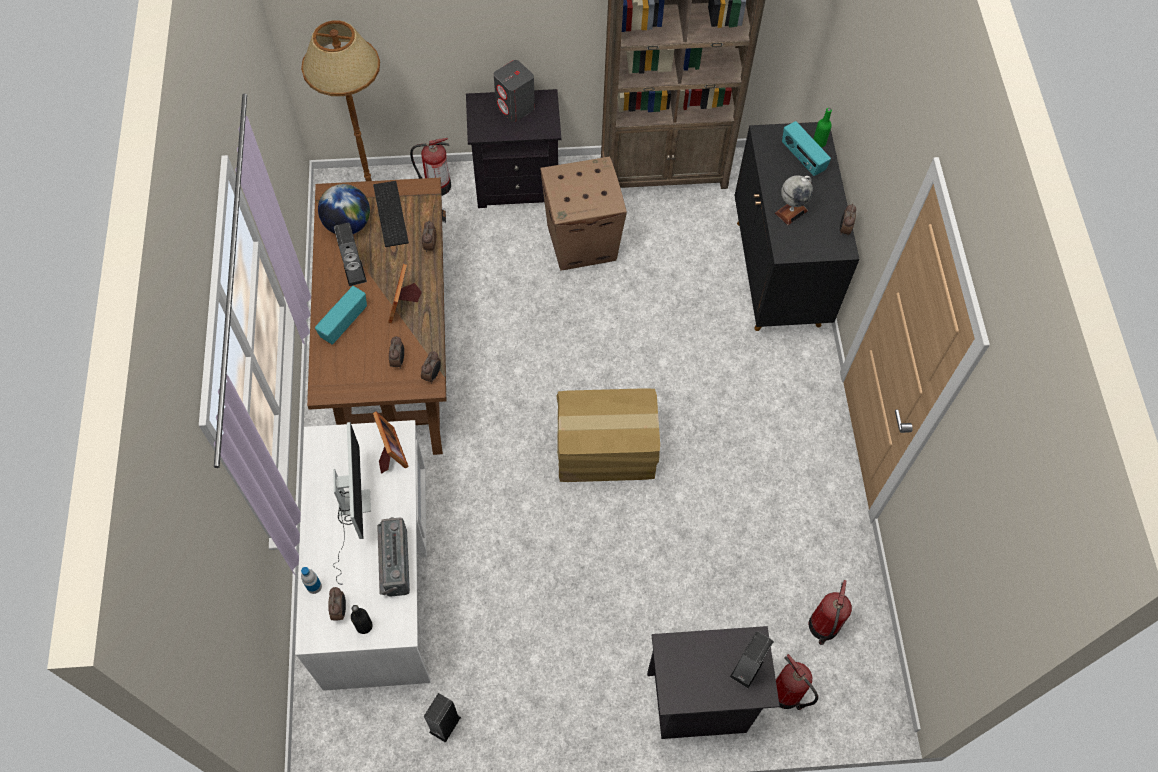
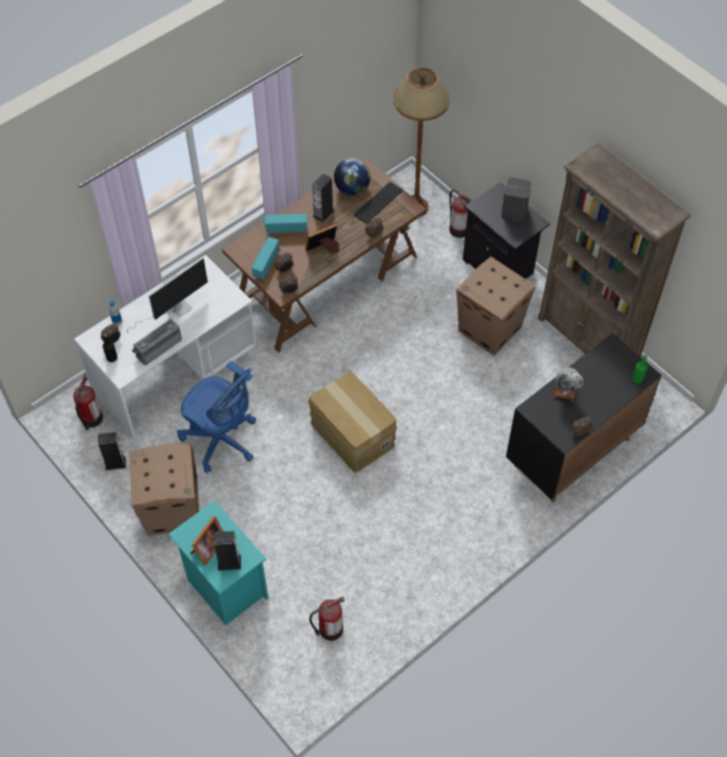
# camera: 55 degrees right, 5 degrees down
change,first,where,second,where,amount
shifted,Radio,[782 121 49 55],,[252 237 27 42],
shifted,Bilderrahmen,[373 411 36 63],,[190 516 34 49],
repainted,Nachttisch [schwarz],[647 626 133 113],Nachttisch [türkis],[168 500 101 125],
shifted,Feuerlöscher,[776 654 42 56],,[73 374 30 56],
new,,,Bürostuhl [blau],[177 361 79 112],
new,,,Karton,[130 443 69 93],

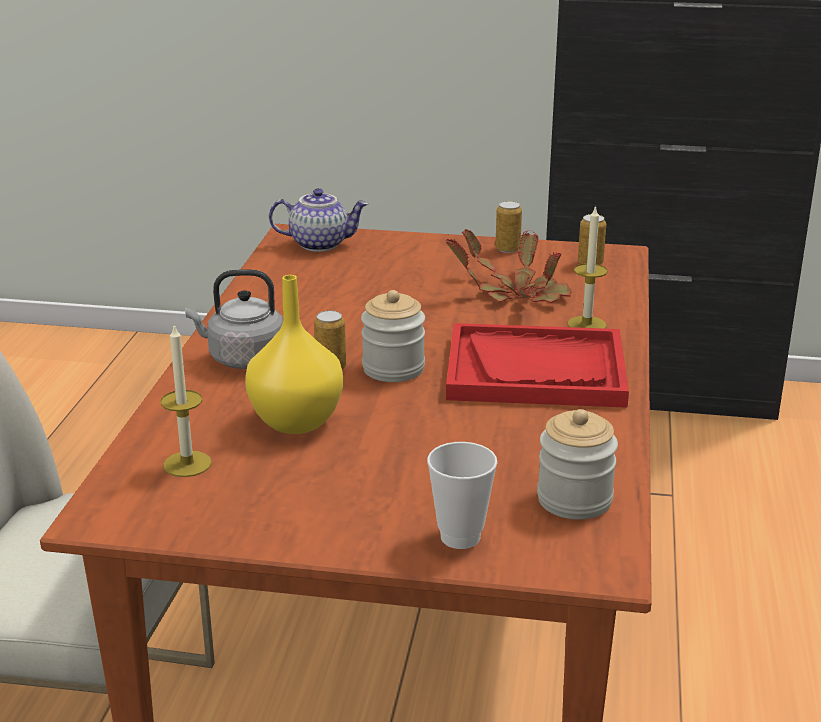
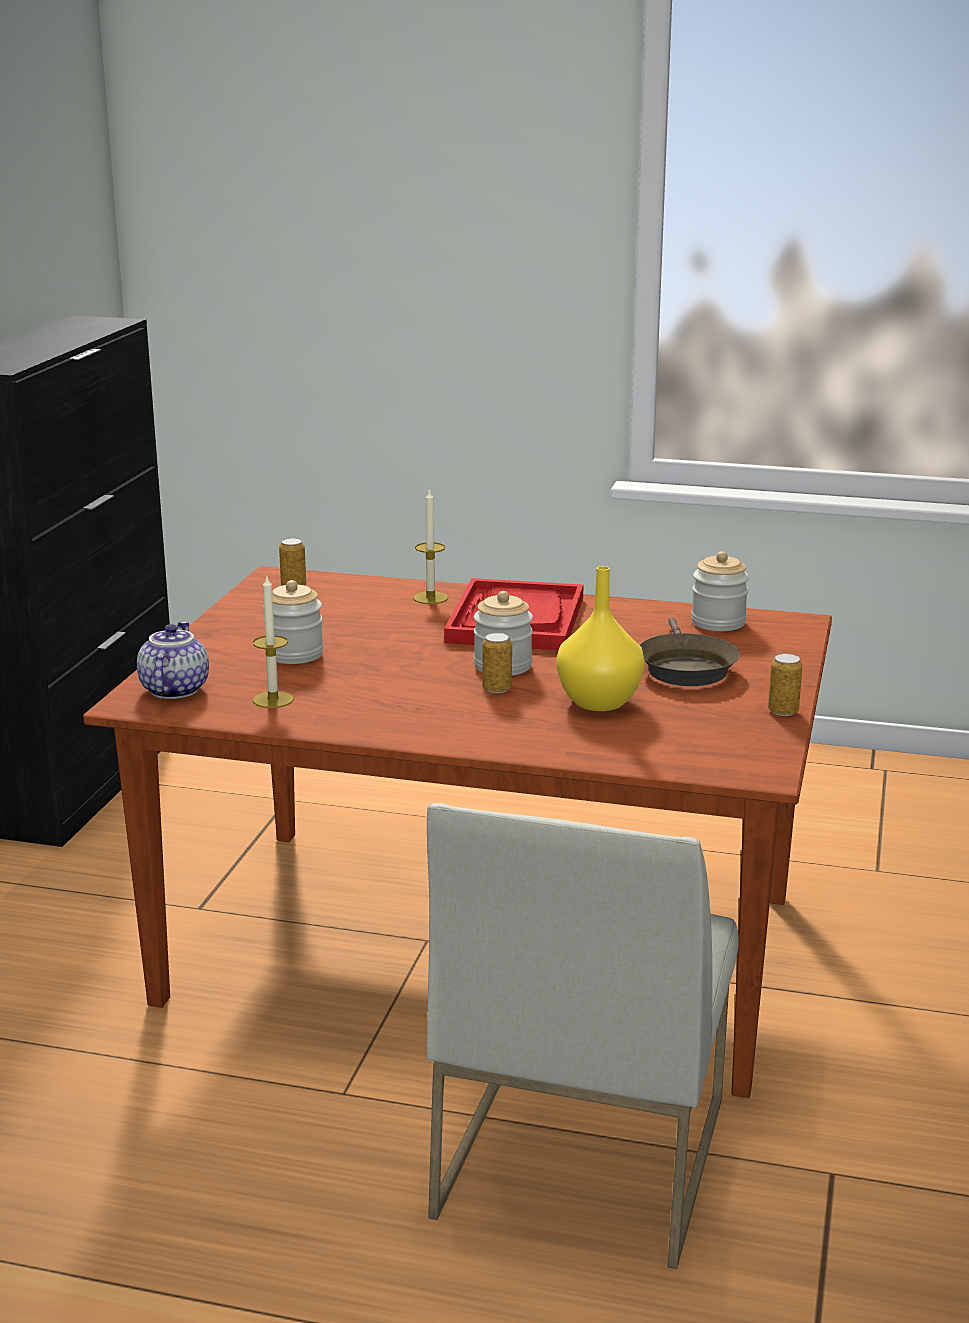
# camera: 85 degrees left, 5 degrees down
change,first,where,second,where,amount
shifted,Dose,[495 201 27 52],,[768 654 34 62],
gone,Topfpflanze,[446 229 126 74],,,
gone,Wasserkessel [grau],[185 269 98 100],,,
shifted,Kerze,[160 323 52 154],,[253 577 41 131],
gone,Tasse,[427 442 70 107],,,
new,,,Vorratsglas,[263 580 60 84],
new,,,Pfanne [braun],[640 617 100 69],

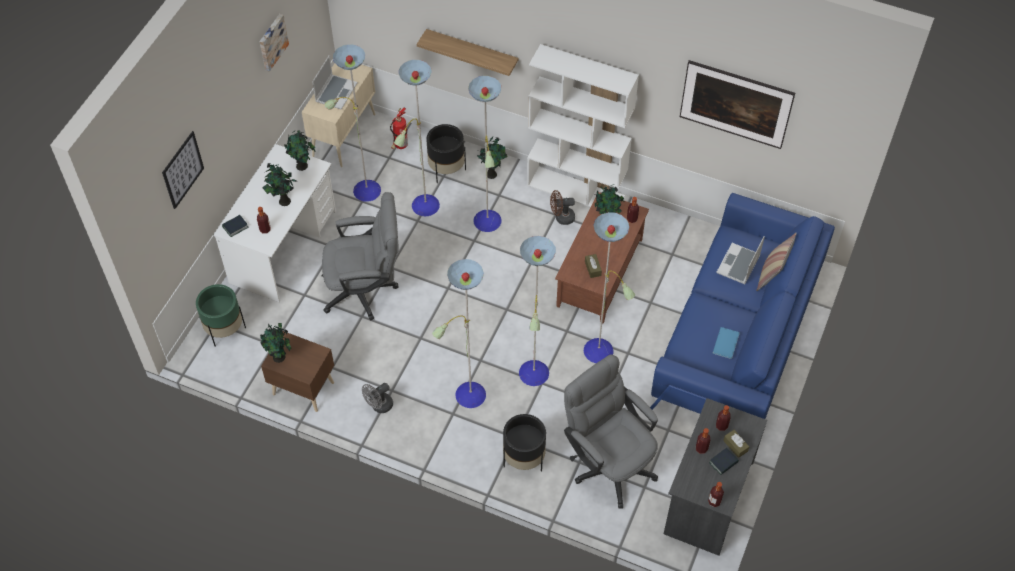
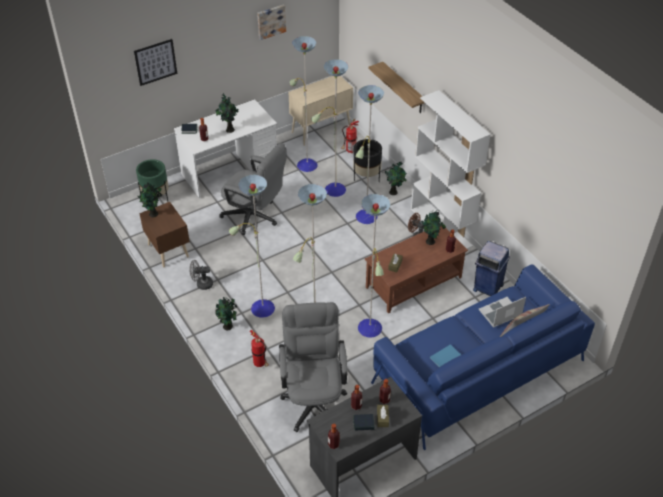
# camera: 35 degrees right, 10 degrees down
change,first,where,second,where,amount
gone,Laptop,[312 55 45 55],,,
gone,Bild,[680 60 115 89],,,
shifted,Topfpflanze,[284 130 31 41],,[215 297 23 33],
swapped,Pflanzkübel [schwarz],[503 414 43 58],Feuerlöscher,[250 330 19 37],
new,,,Mülleimer [blau],[473 241 37 55],

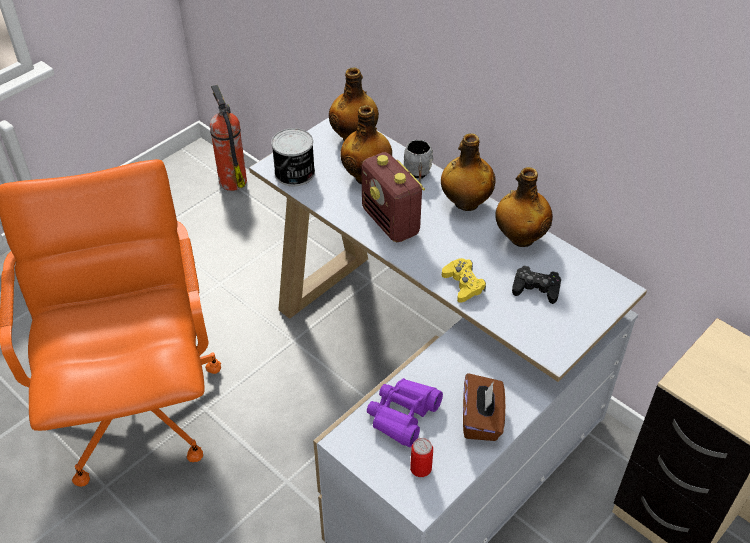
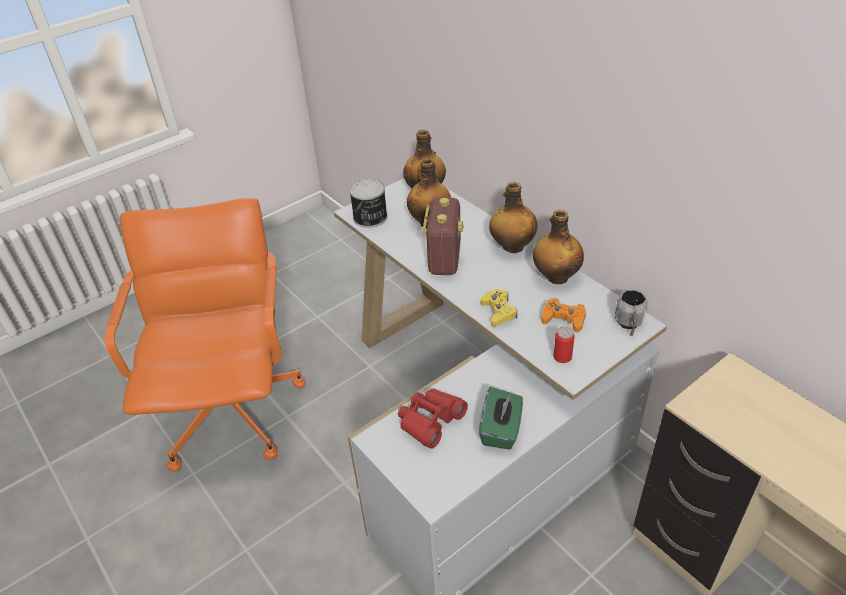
# camera: 10 degrees right, 5 degrees down
change,first,where,second,where,amount
gone,Feuerlöscher,[210 85 37 106],,,
shifted,Henkelbecher [grau],[404 140 29 43],,[614 290 34 46],
rotated,Radio,[361 152 64 90],,[422 197 42 78],150 degrees counterclockwise
repainted,Gamepad [schwarz],[512 266 49 38],Gamepad [orange],[541 298 45 35],
repainted,Taschentuchbox [braun],[463 373 42 68],Taschentuchbox [grün],[479 387 44 62],
repainted,Fernglas [lila],[367 378 76 69],Fernglas [rot],[398 389 70 59],
shifted,Dose,[410 438 23 39],,[553 327 21 36],

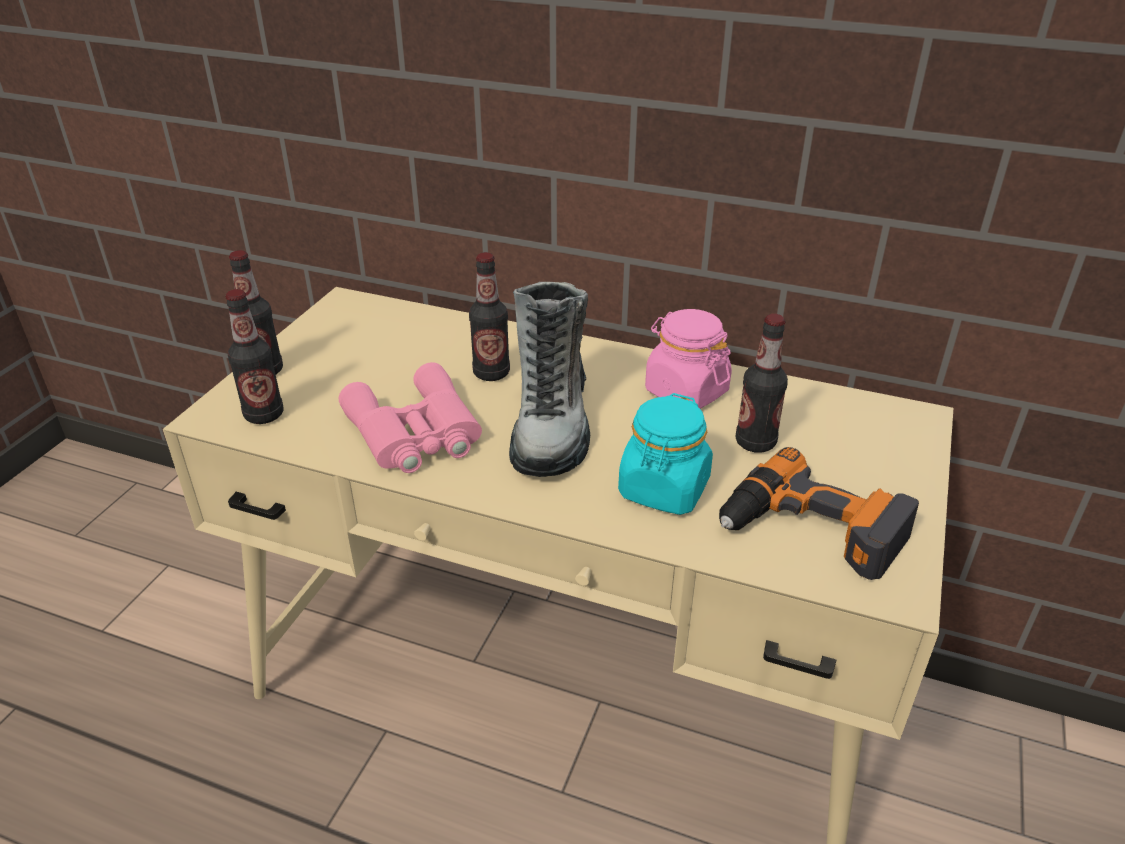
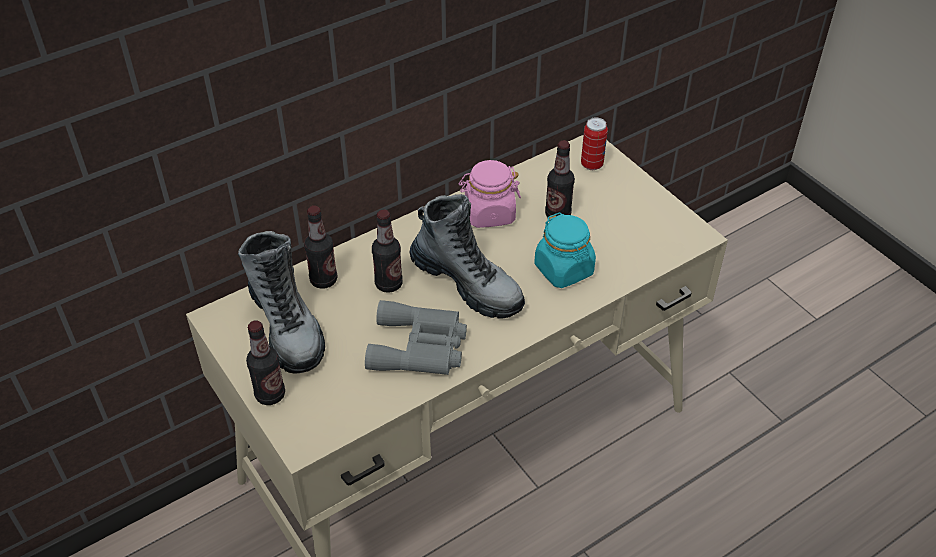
# camera: 55 degrees left, 10 degrees up
change,first,where,second,where,amount
shifted,Flasche,[225 289 59 135],,[304 206 33 83],
repainted,Fernglas [rosa],[339 362 143 111],Fernglas [grau],[365 300 102 75],
gone,Bohrmaschine,[719 447 200 133],,,
new,,,Dose,[581 118 27 52],
new,,,Stiefel,[238 231 87 143],

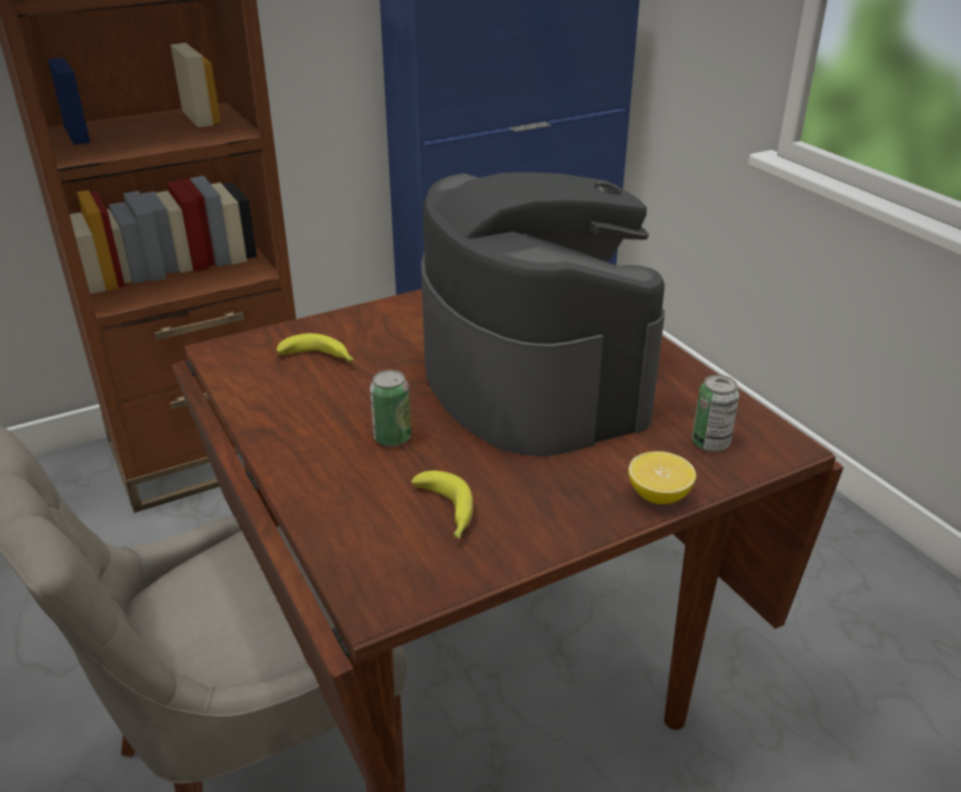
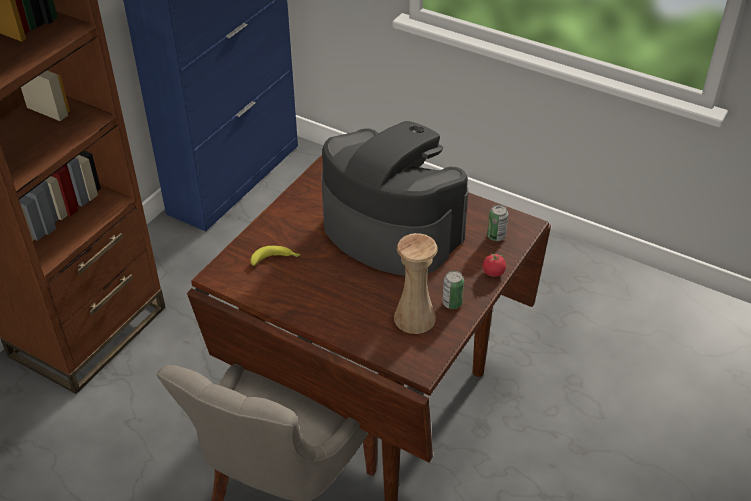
# camera: 30 degrees left, 10 degrees up
change,first,where,second,where,amount
shifted,Dose,[370 370 41 76],,[442 271 22 38],
swapped,Zitrone,[628 451 68 53],Tomate,[483 253 23 24],
swapped,Banane,[411 471 62 68],Vase [beige],[394 233 44 101],

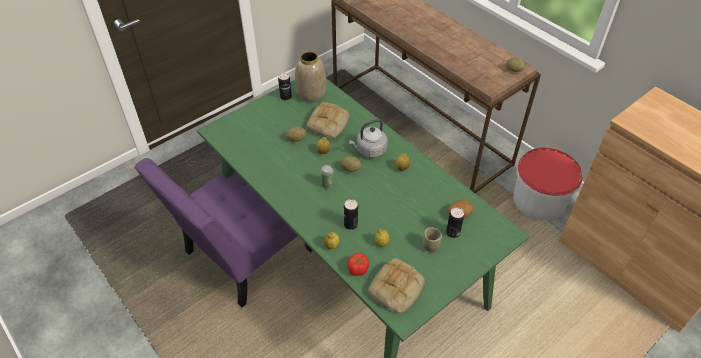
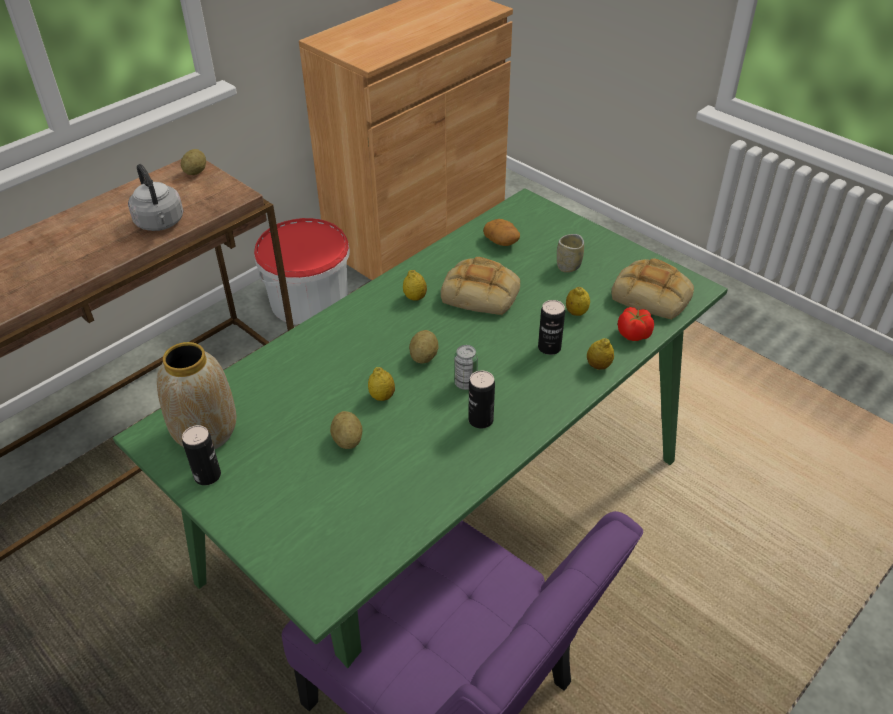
# camera: 95 degrees left, 5 degrees down
change,first,where,second,where,amount
shifted,Brot,[306 102 43 37],,[441 257 79 58],
shifted,Wasserkessel [grau],[348 119 40 39],,[128 164 56 67],
shifted,Dose,[446 207 18 31],,[468 371 27 58],

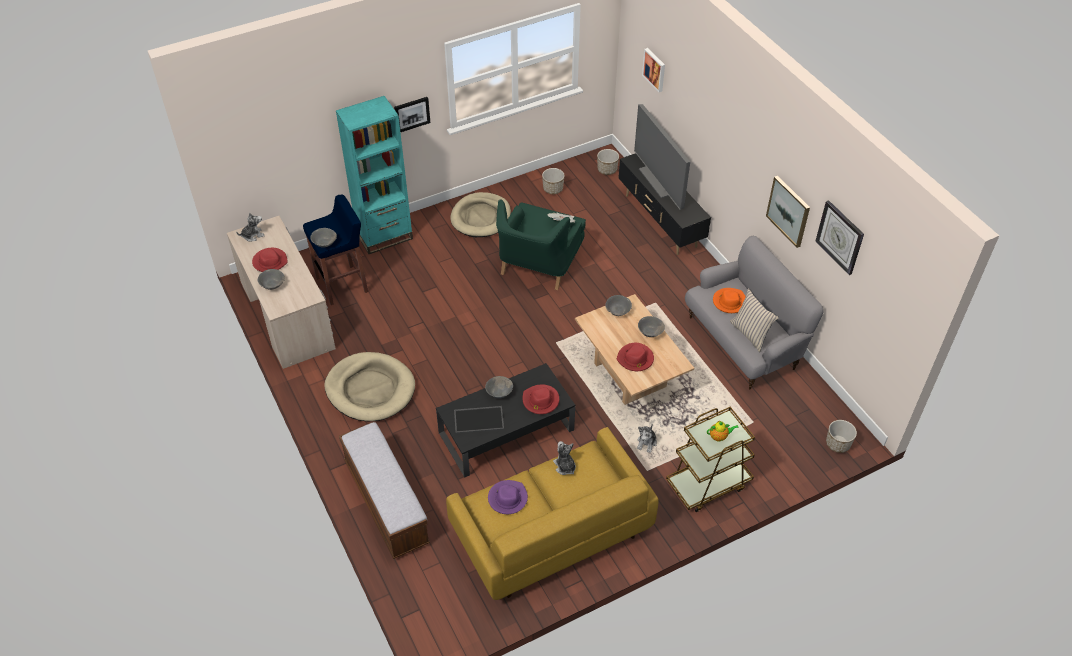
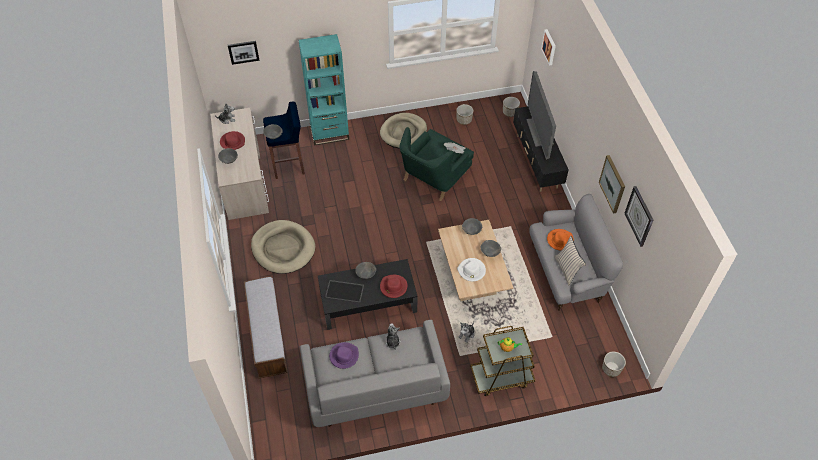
# camera: 15 degrees right, 5 degrees up
change,first,where,second,where,amount
shifted,Bild,[394 97 36 35],,[228 41 32 24],
repainted,Hut [rot],[617 343 37 28],Hut [weiß],[457 258 29 23],
repainted,Sofa [gelb],[446 427 213 173],Sofa [grau],[300 320 150 107],

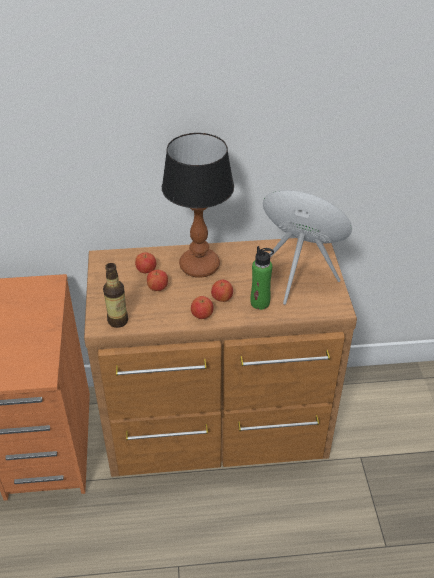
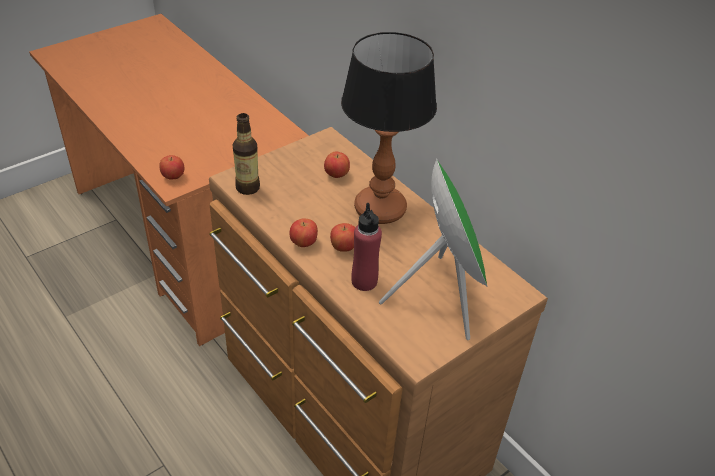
# camera: 55 degrees right, 0 degrees up
change,first,where,second,where,amount
repainted,Flasche [grün],[250 246 24 64],Flasche [rot],[351 203 31 88],
shifted,Apfel,[147 270 21 21],,[159 155 25 25],

